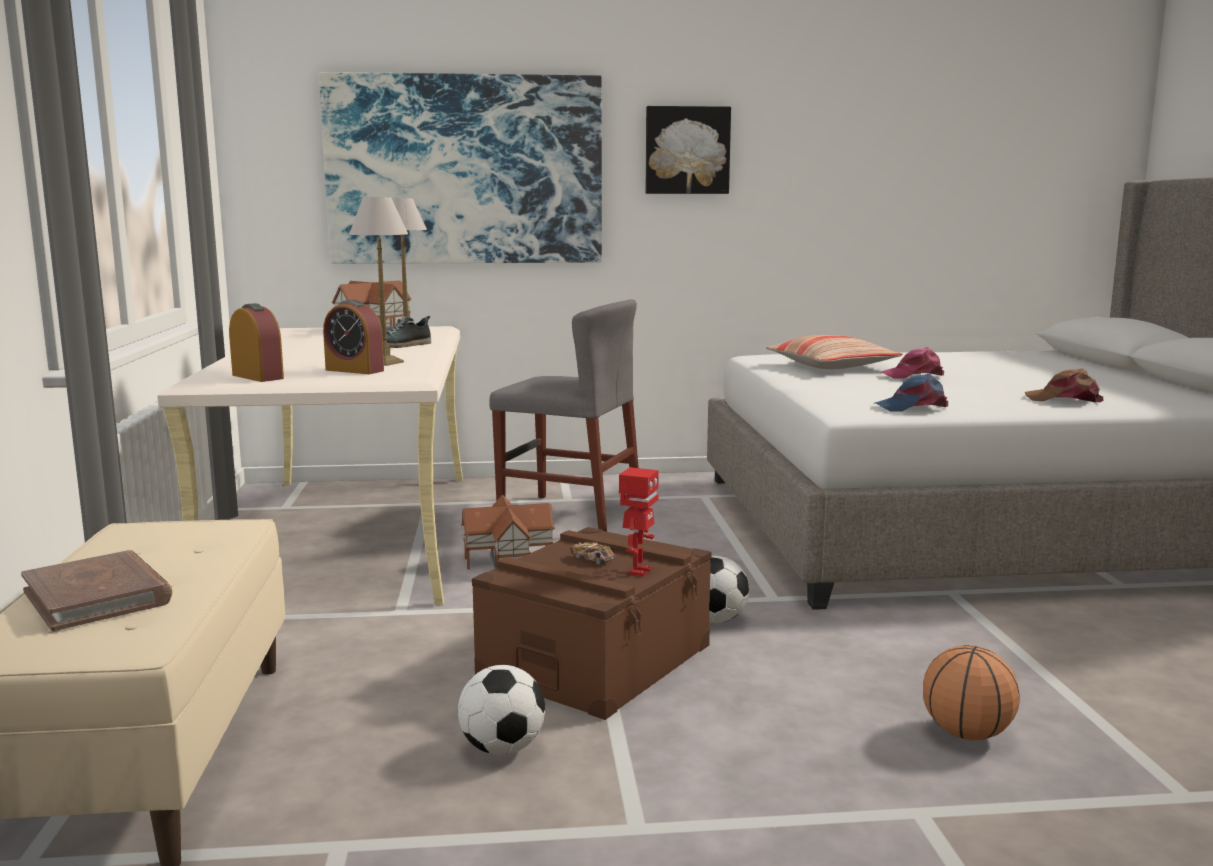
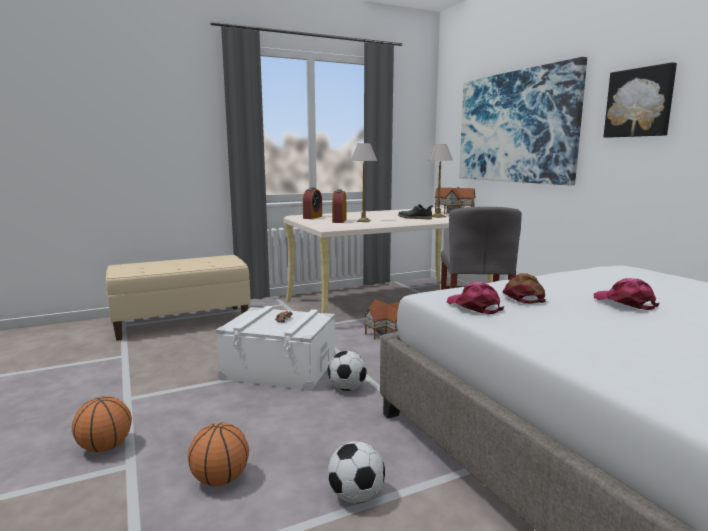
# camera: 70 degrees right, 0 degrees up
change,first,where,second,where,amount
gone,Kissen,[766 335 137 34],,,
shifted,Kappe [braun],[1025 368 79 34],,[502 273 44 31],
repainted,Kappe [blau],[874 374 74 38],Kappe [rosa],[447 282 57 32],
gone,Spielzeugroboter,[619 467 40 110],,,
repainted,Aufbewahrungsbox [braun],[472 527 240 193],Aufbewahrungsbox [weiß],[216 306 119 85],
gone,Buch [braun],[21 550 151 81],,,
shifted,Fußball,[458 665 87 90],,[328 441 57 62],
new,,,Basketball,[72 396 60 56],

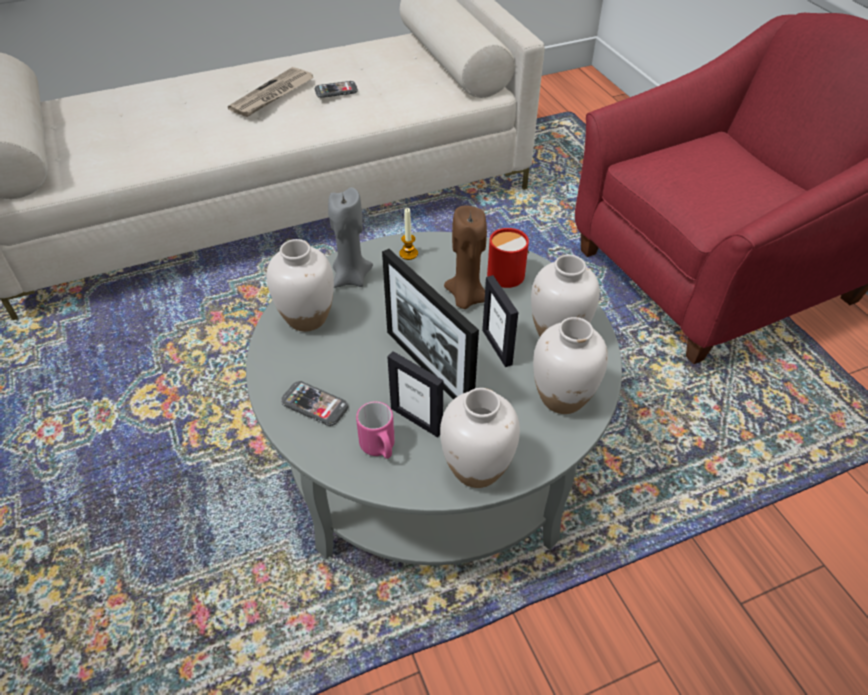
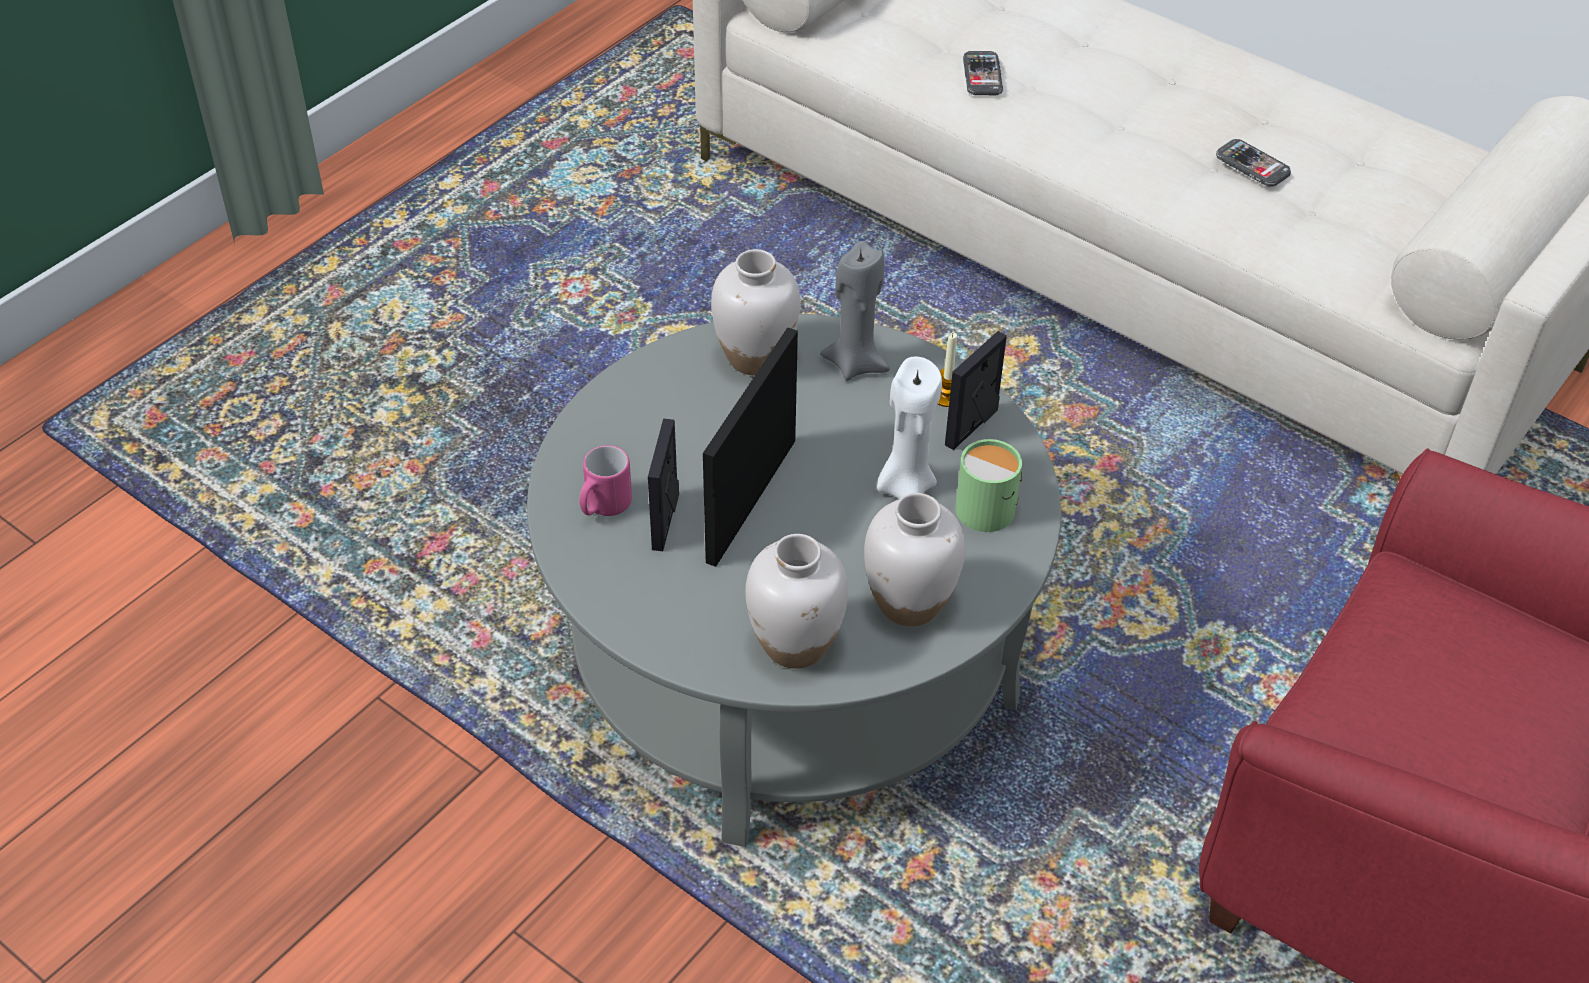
# camera: 60 degrees right, 0 degrees up
change,first,where,second,where,amount
gone,Zeitung,[228 67 86 50],,,
repainted,Kerze [braun],[444 205 43 104],Kerze [weiß],[877 356 65 143],
repainted,Henkelbecher [rot],[487 228 42 60],Henkelbecher [grün],[955 439 67 93],
shifted,Bilderrahmen,[482 275 36 92],,[945 331 62 119],
shifted,Handy,[281 381 67 45],,[963 51 40 44],
gone,Vase [weiß],[440 388 80 100],,,

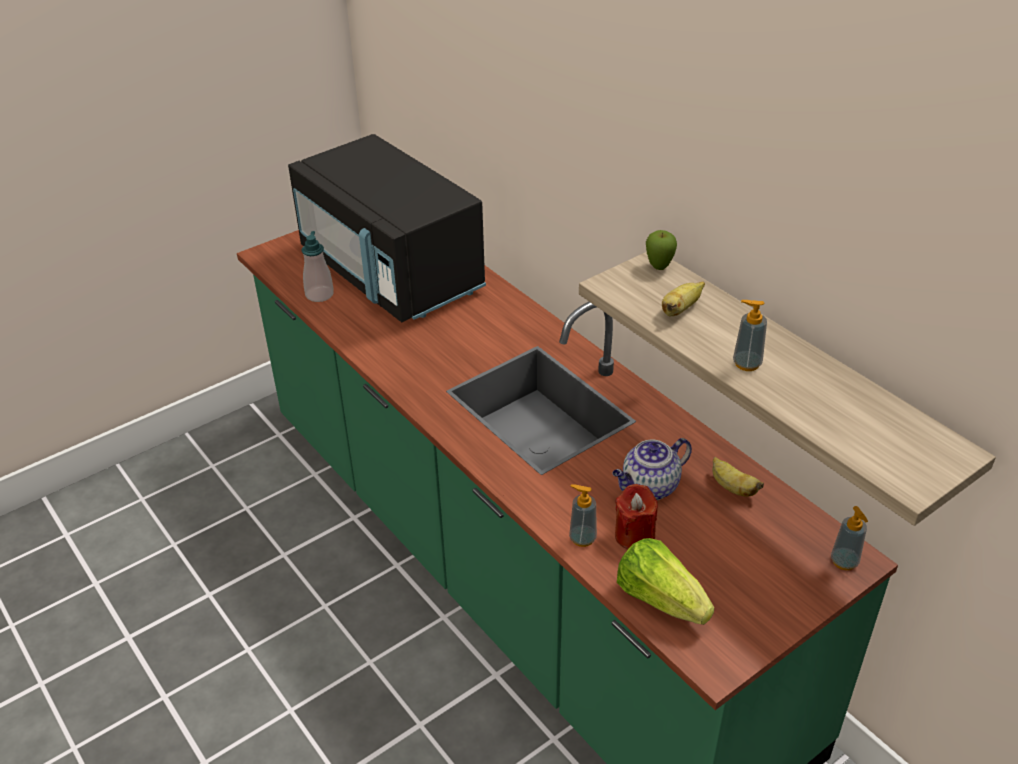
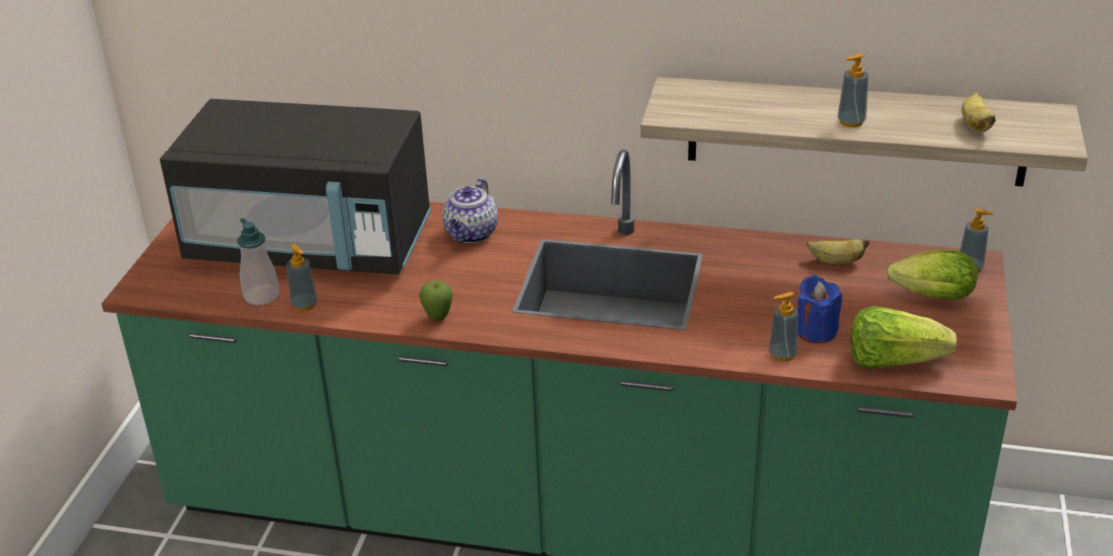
# camera: 40 degrees left, 5 degrees down
change,first,where,second,where,amount
shifted,Apfel,[646 230 31 40],,[419 281 34 40],
shifted,Banane,[662 281 43 35],,[962 92 34 40],
shifted,Teekanne,[613 438 79 62],,[442 178 56 65],
repainted,Kerze [rot],[615 484 43 65],Kerze [blau],[798 275 44 68],
new,,,Seifenspender,[286 244 31 67],
new,,,Salatkopf,[887 250 91 50],

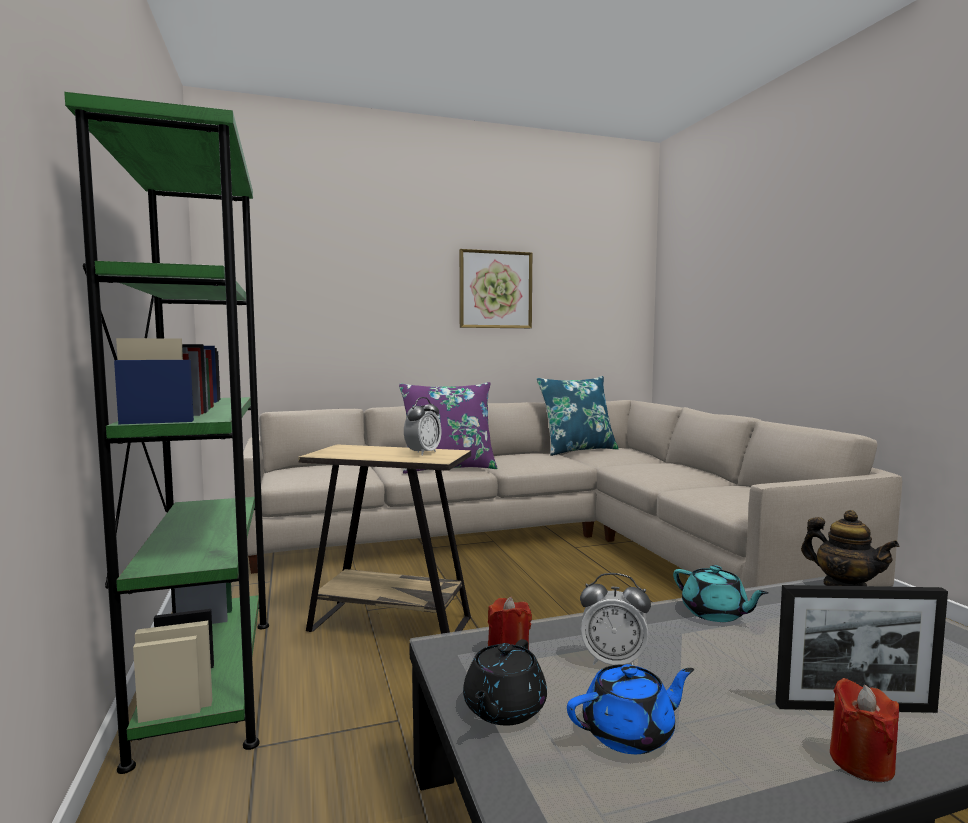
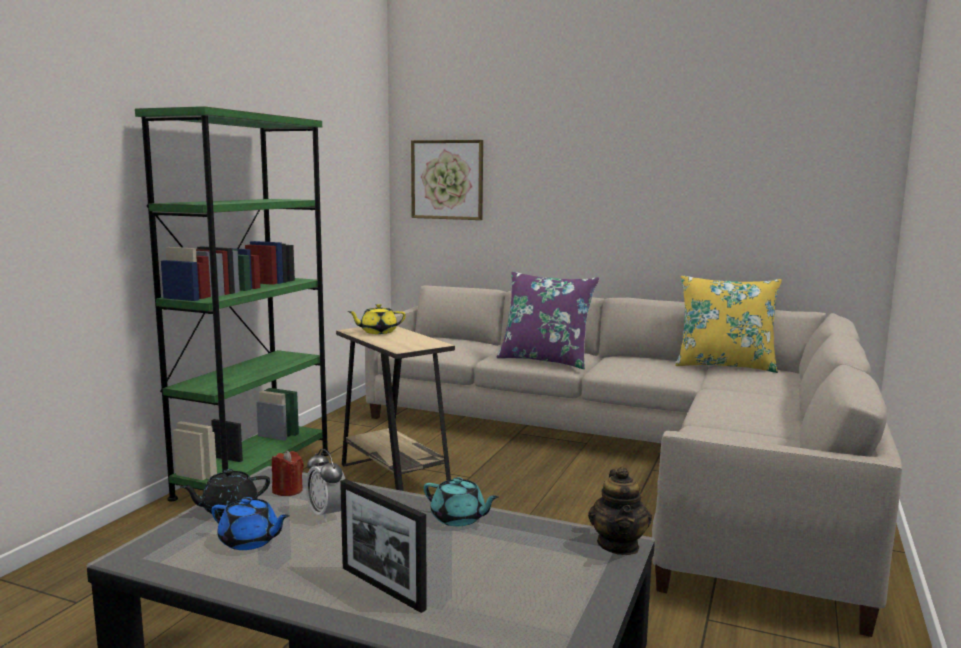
# camera: 40 degrees right, 5 degrees up
change,first,where,second,where,amount
shifted,Bild,[459 249 73 79],,[411 140 72 80],
repainted,Kissen [blau],[537 376 82 80],Kissen [gelb],[675 275 107 98],
gone,Wecker,[404 397 37 59],,,
rotated,Teekanne [türkis],[673 565 95 57],,[423 477 76 49],60 degrees counterclockwise
gone,Kerze [rot],[830 678 69 104],,,
new,,,Teekanne [gelb],[347 304 59 30],

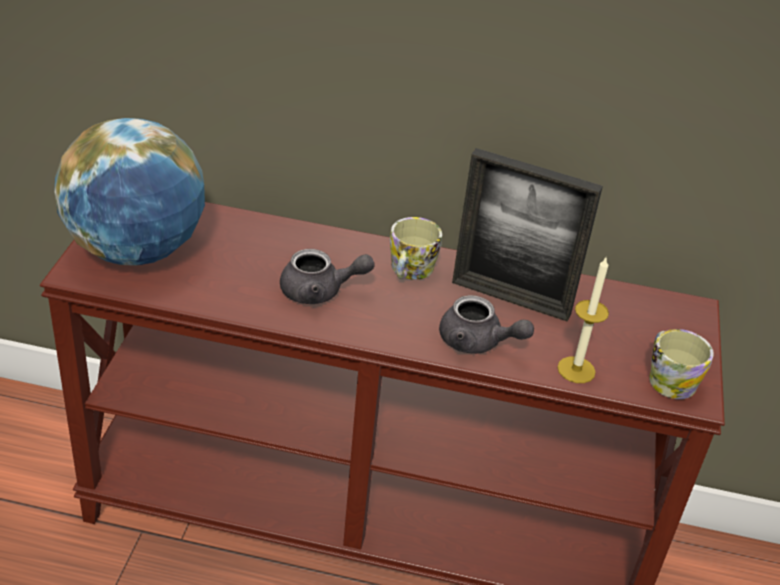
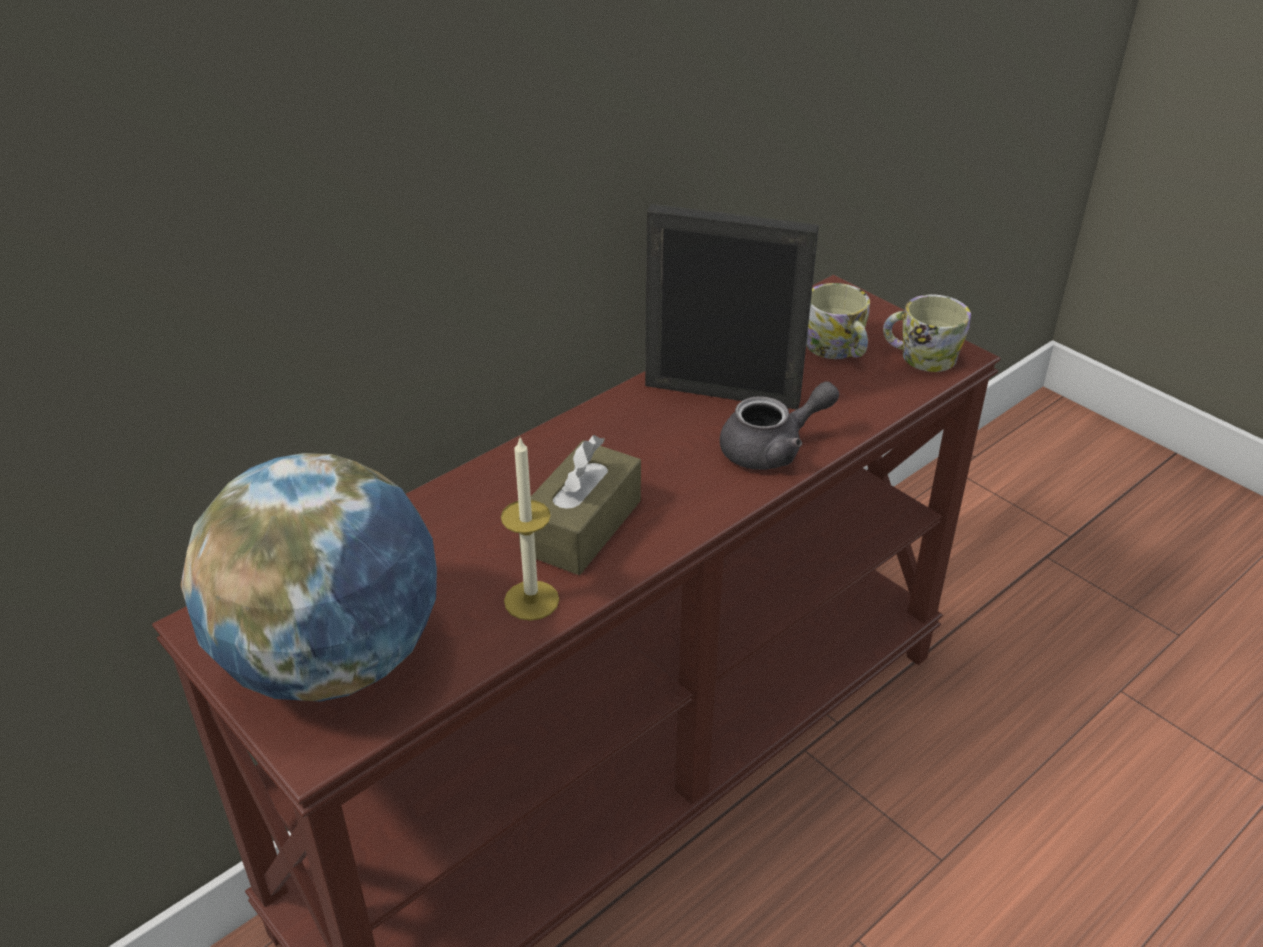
# camera: 50 degrees left, 0 degrees up
change,first,where,second,where,amount
rotated,Bilderrahmen,[452 148 151 174],,[645 204 174 206],135 degrees counterclockwise
shifted,Henkelbecher,[390 217 52 63],,[806 283 64 76],
swapped,Teekanne [grau],[280 249 95 55],Taschentuchbox [braun],[519 435 122 140],
shifted,Kerze,[557 258 52 125],,[501 438 58 183],

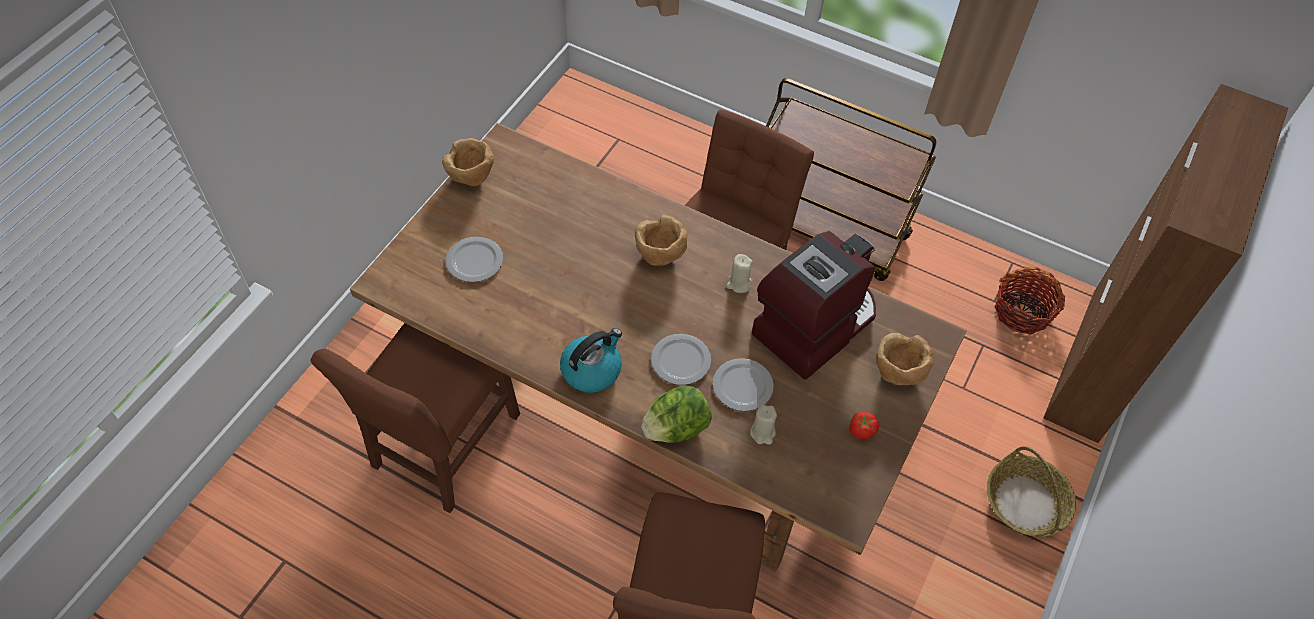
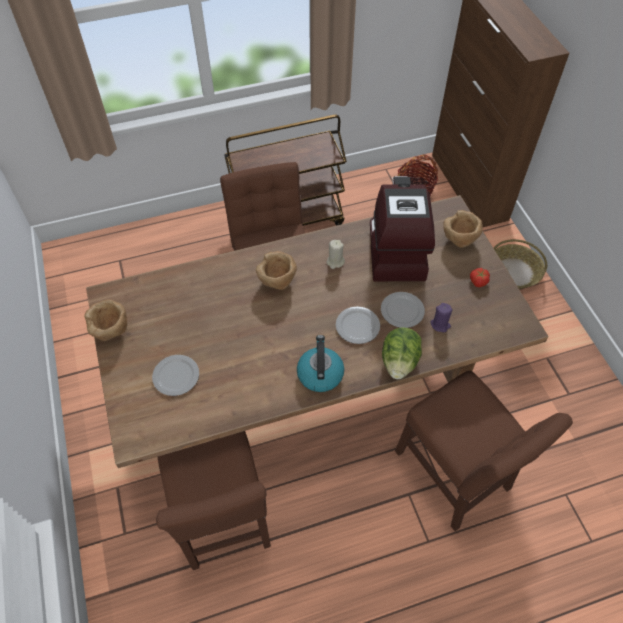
# camera: 45 degrees left, 0 degrees up
change,first,where,second,where,amount
repainted,Kerze [beige],[750 405 27 40],Kerze [lila],[430 303 22 29],

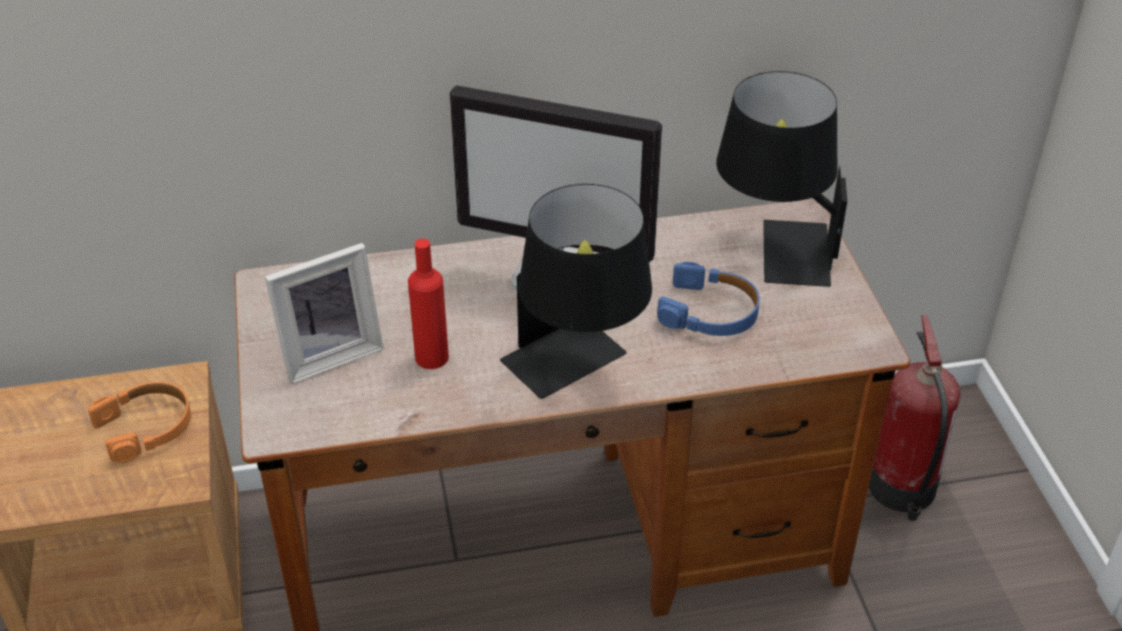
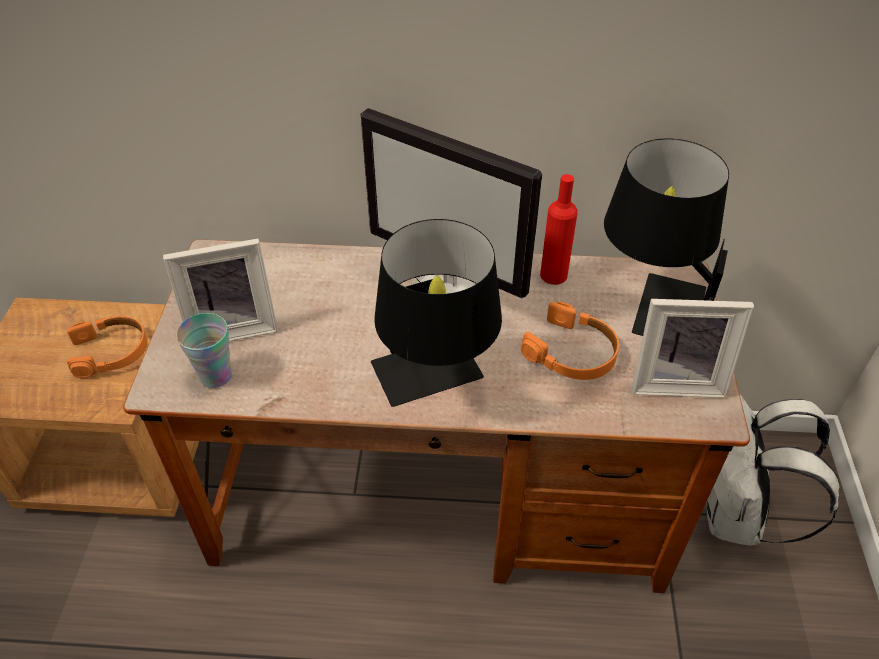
# camera: 15 degrees right, 5 degrees up
change,first,where,second,where,amount
shifted,Flasche [rot],[408 239 41 130],,[540 174 38 111],
repainted,Kopfhörer [blau],[657 262 103 74],Kopfhörer [orange],[521 302 98 78],
swapped,Feuerlöscher,[869 315 91 206],Rucksack [weiß],[706 394 133 151],
new,,,Bilderrahmen,[632 299 122 99],
new,,,Tasse,[176 313 56 75],

